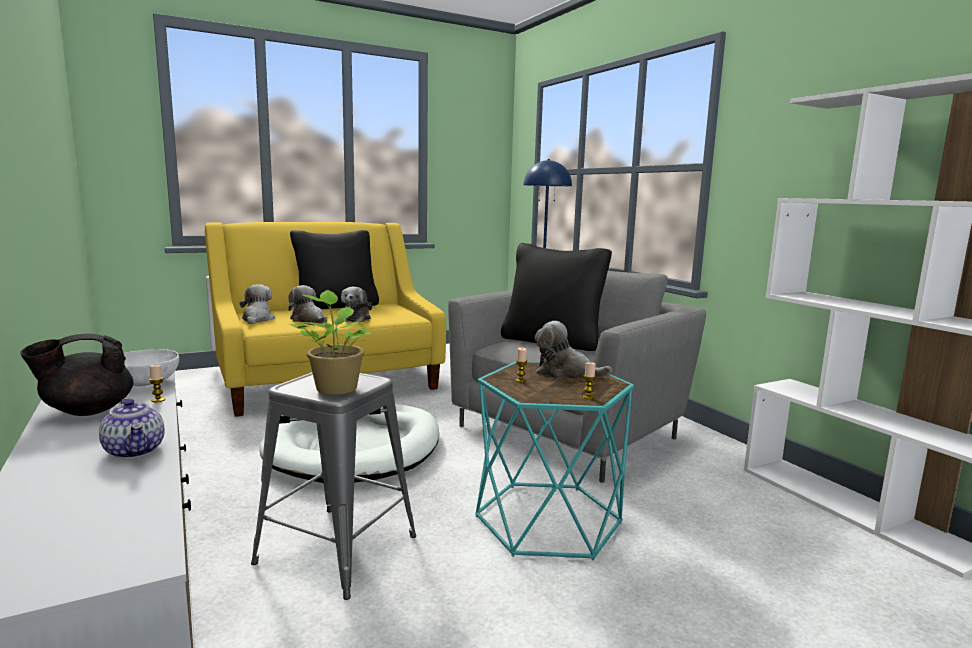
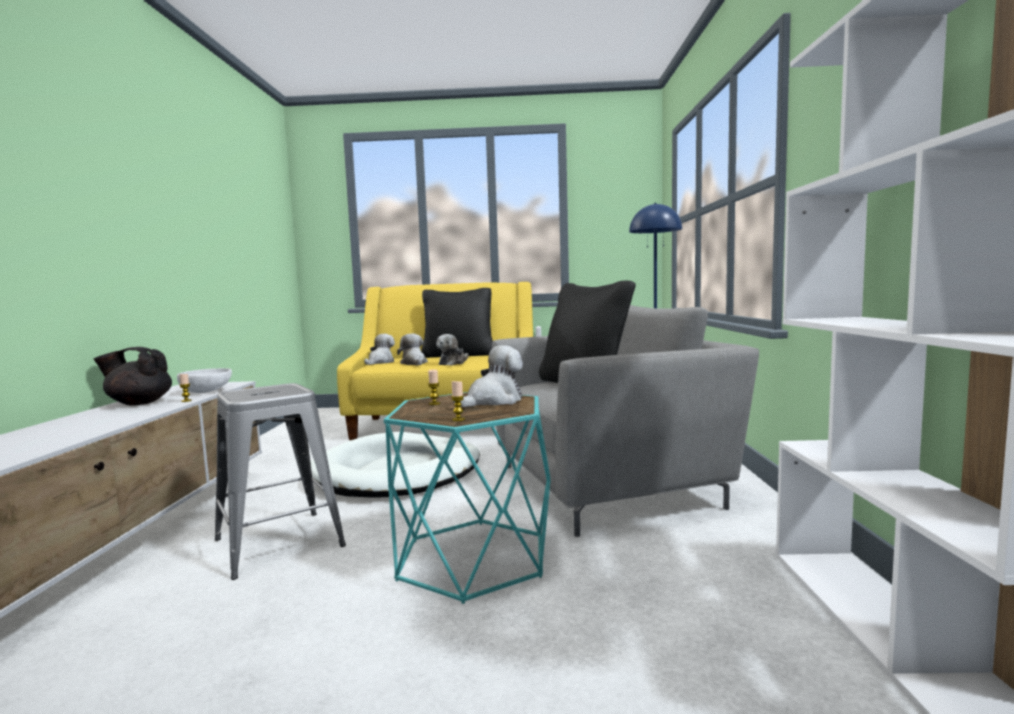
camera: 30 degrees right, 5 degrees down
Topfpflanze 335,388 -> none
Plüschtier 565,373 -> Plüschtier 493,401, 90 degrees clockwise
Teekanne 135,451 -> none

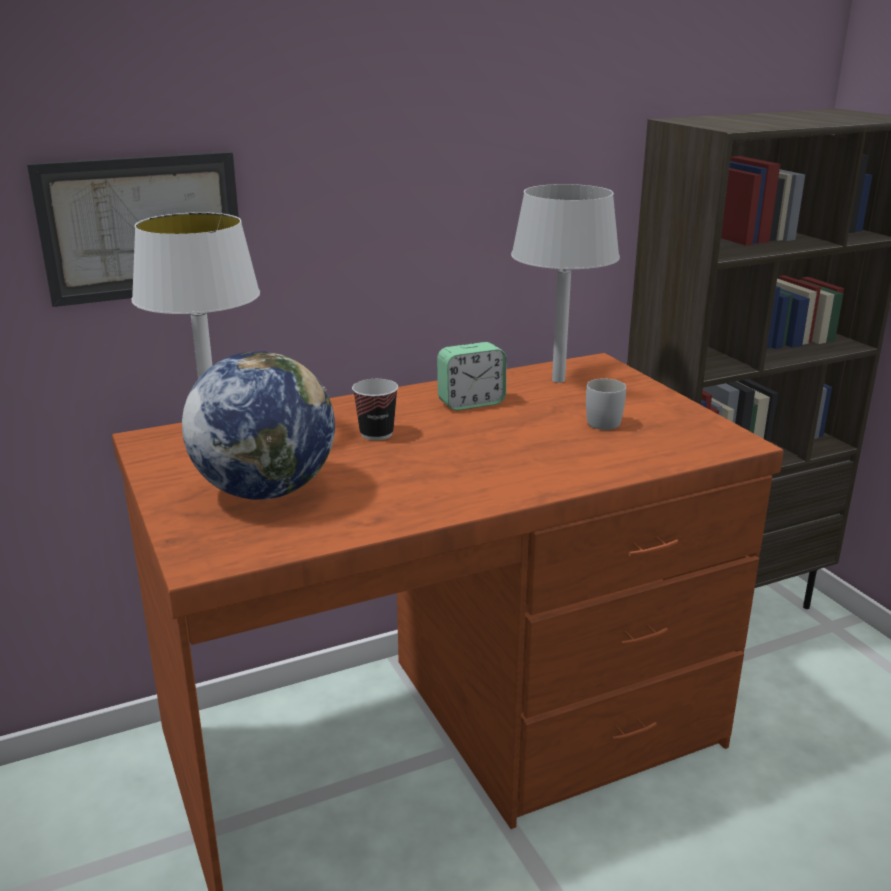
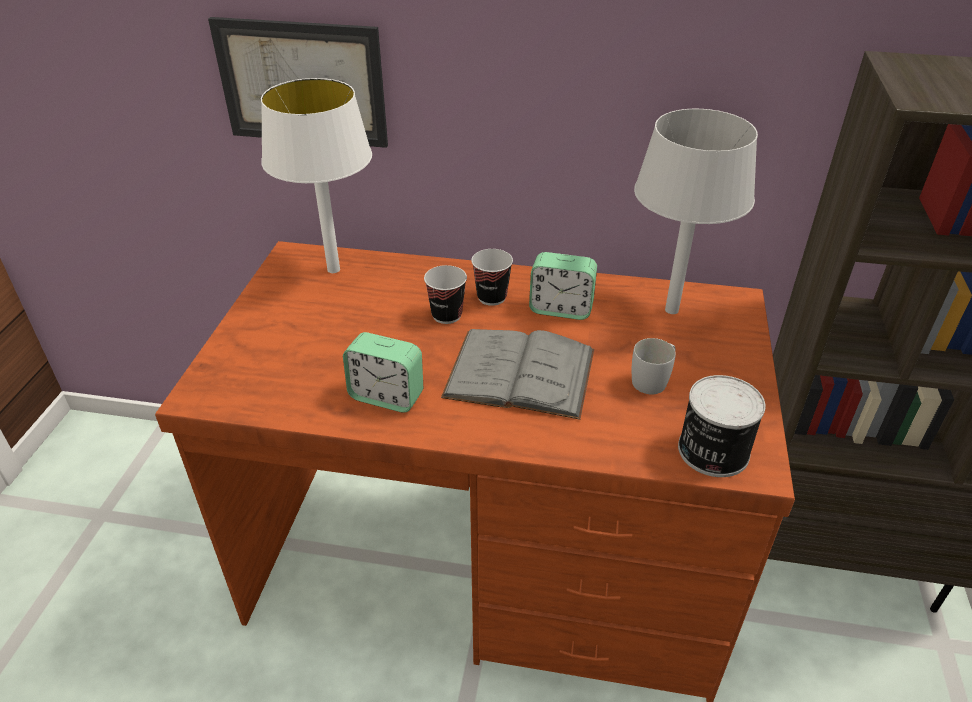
camera: 35 degrees right, 15 degrees up
Globus 265,490 -> none
none -> Tasse 491,297
none -> Buch (grau) 520,373
none -> Wecker 386,396
none -> Dose 711,451

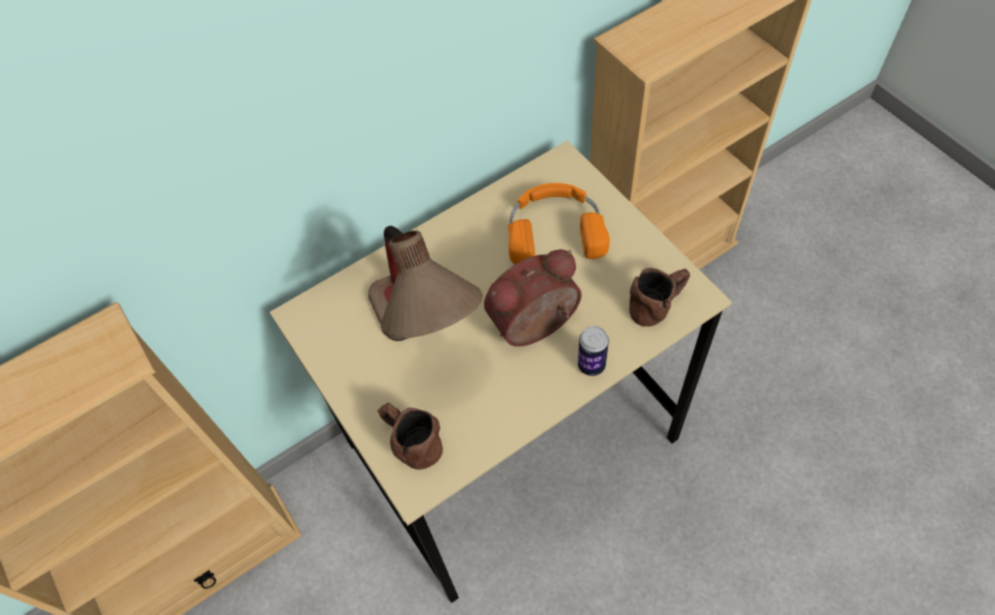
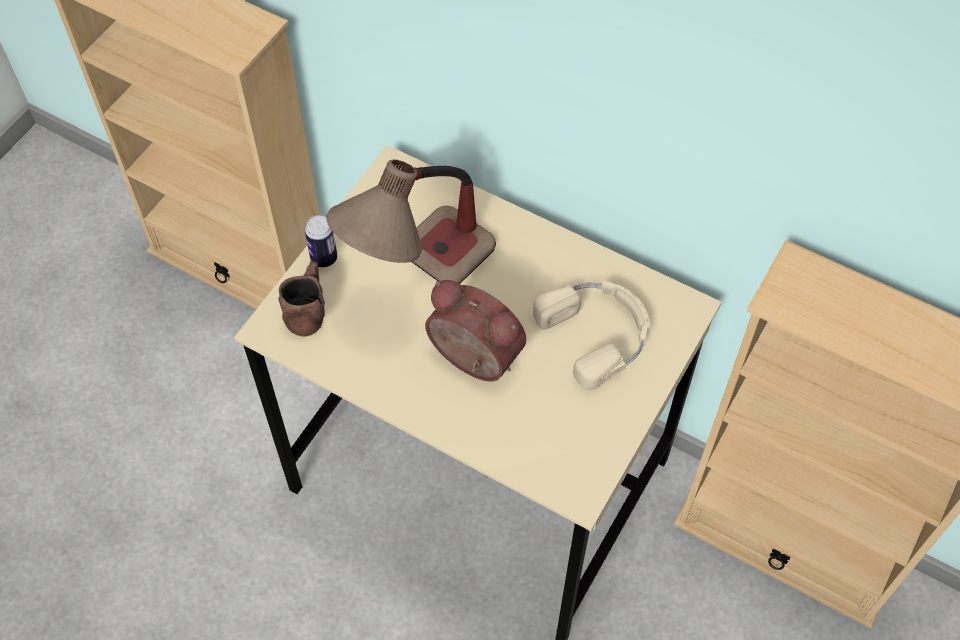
camera: 60 degrees right, 0 degrees up
Kopfhörer (orange) 554,228 -> Kopfhörer (beige) 597,333
Henkelbecher (braun) 658,304 -> none
Dose 591,365 -> Dose 324,258, moved

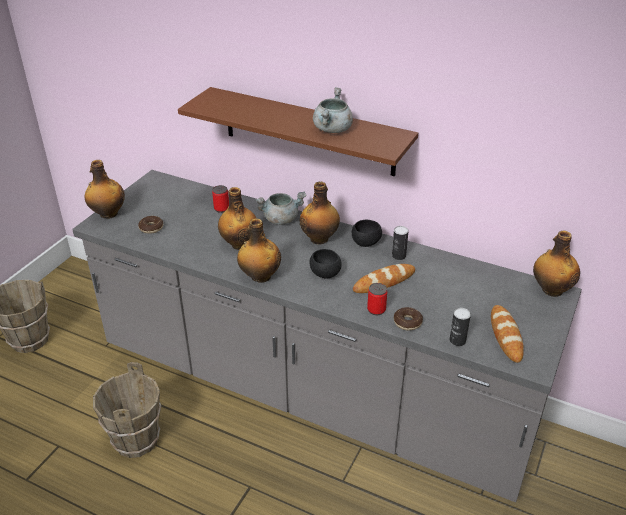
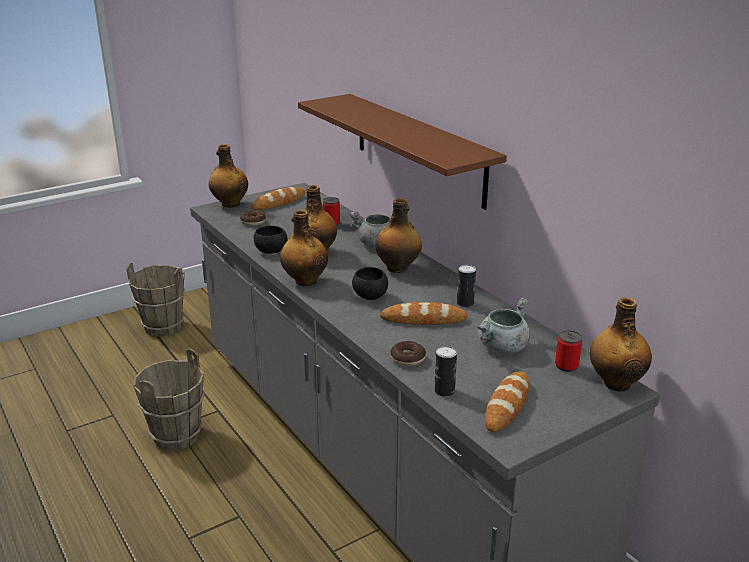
camera: 30 degrees right, 10 degrees down
Kochtopf (grau) 333,130 -> Kochtopf (grau) 502,347, moved
Schüssel (schwarz) 366,243 -> Schüssel (schwarz) 271,251, moved
Dose 376,309 -> Dose 566,366, moved
none -> Brot 279,202

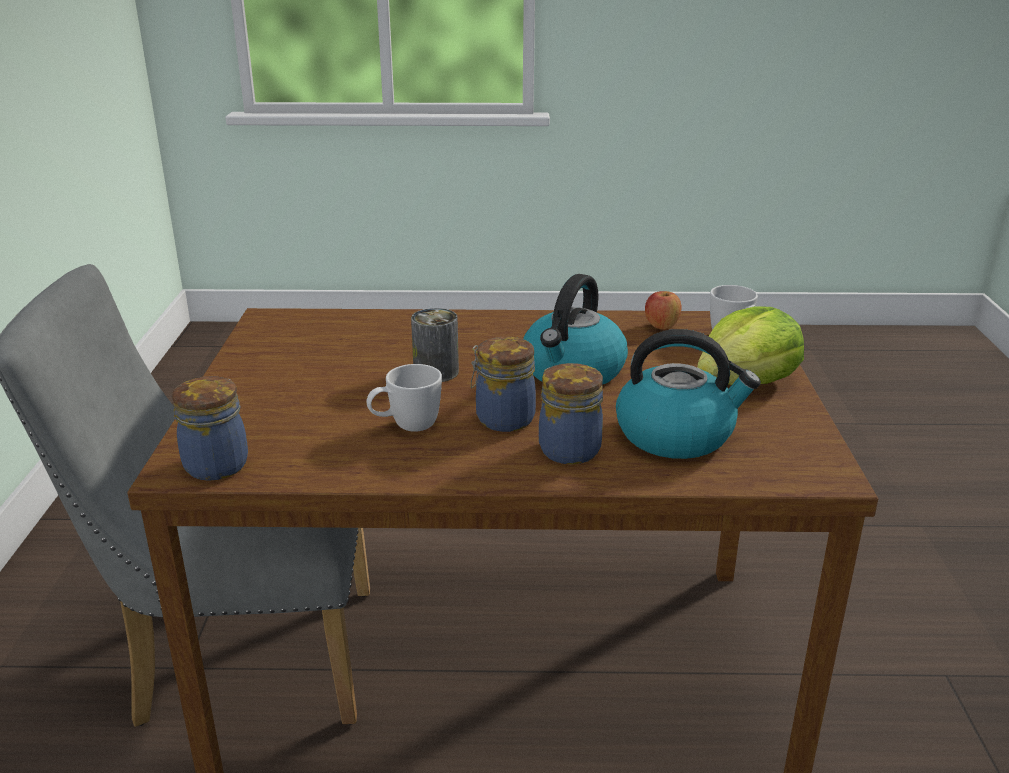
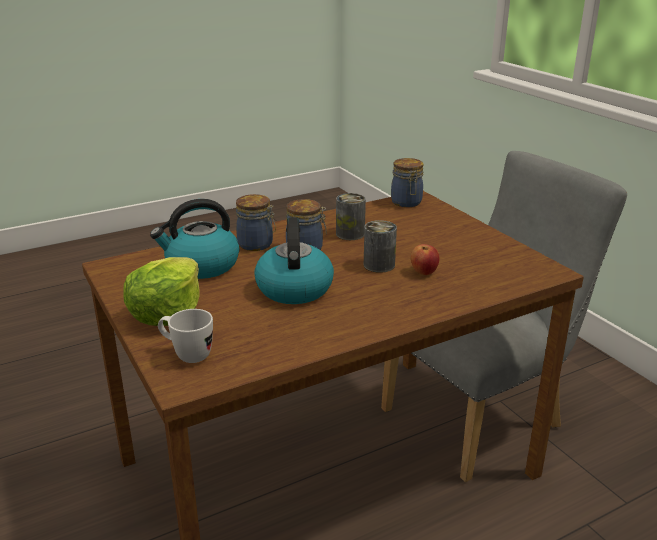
camera: 150 degrees right, 0 degrees up
Apfel 661,326 -> Apfel 424,272, moved
Henkelbecher (weiß) 406,427 -> Dose 350,234

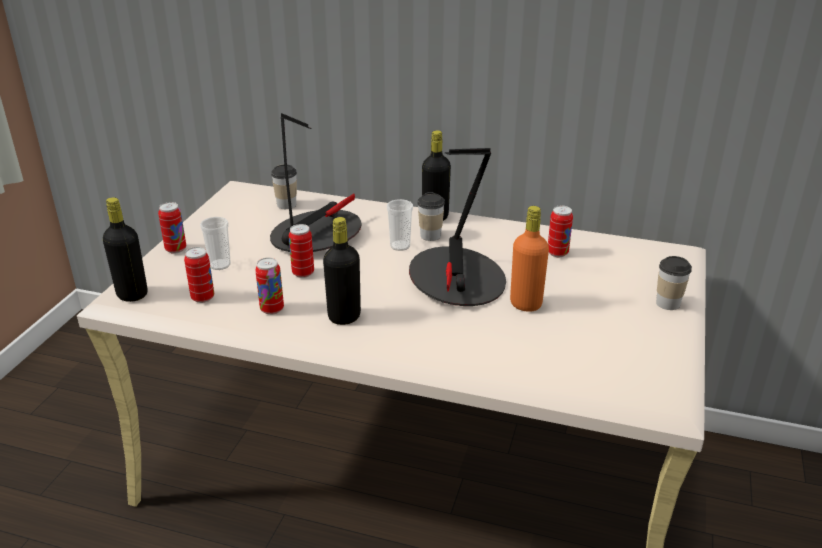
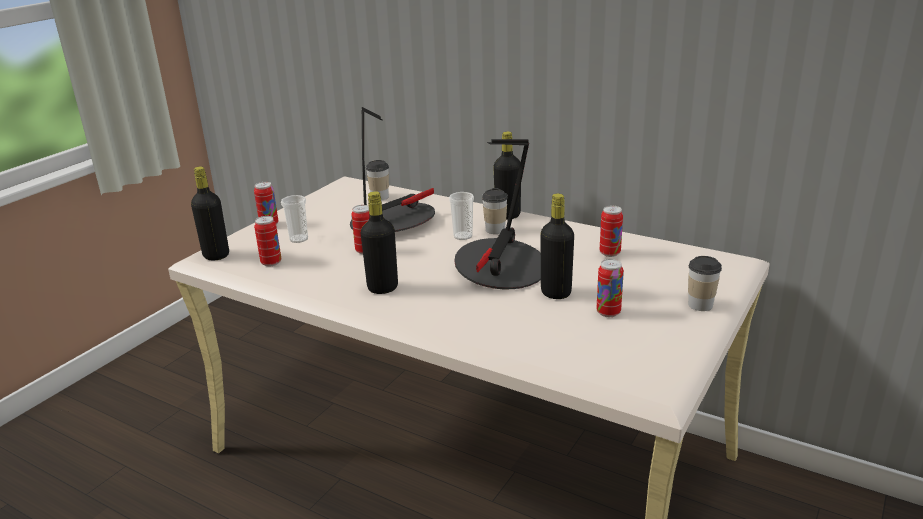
camera: 15 degrees right, 5 degrees down
Flasche (orange) 525,304 -> Flasche (schwarz) 556,293
Dose 272,309 -> Dose 608,312, moved

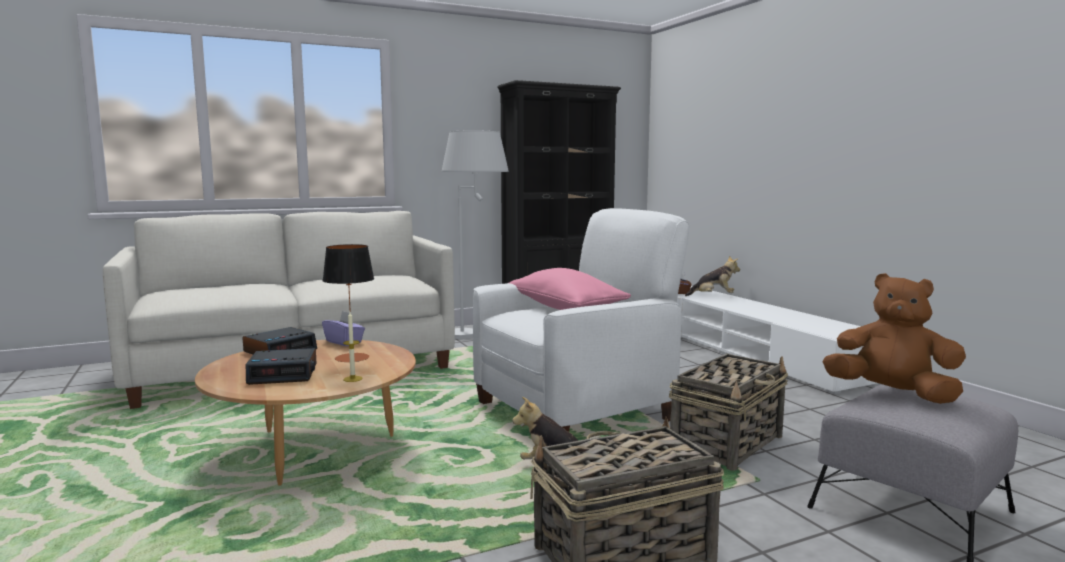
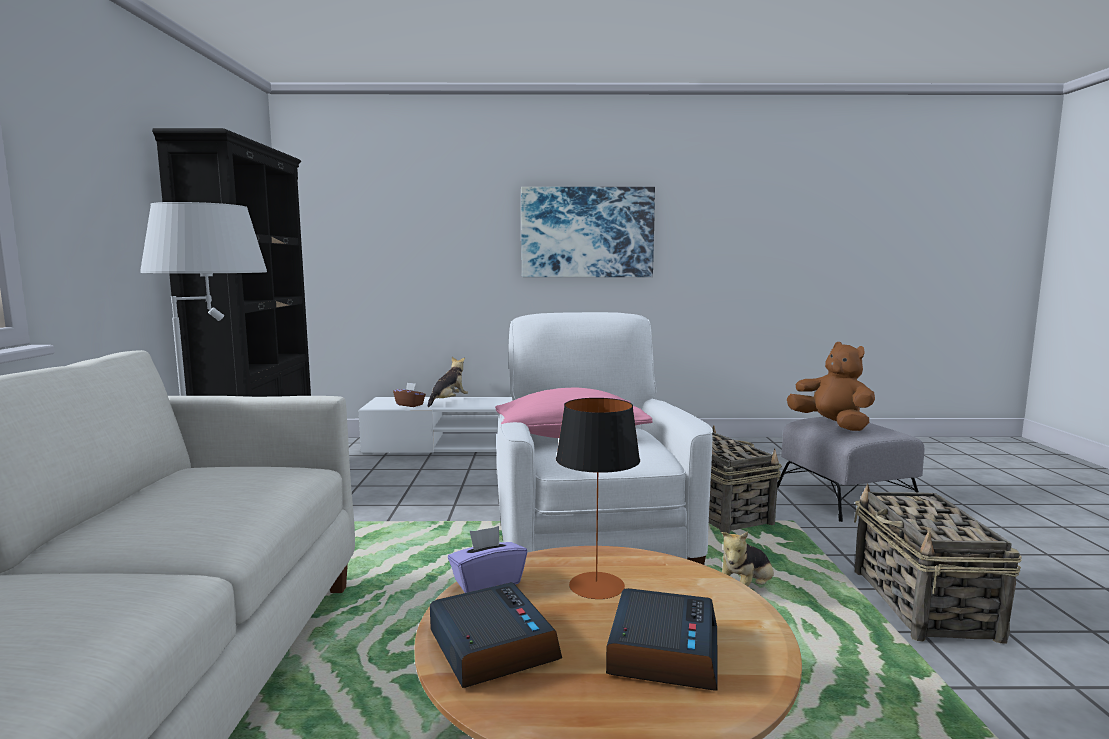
camera: 65 degrees left, 0 degrees up
Plüschtier (braun) 891,394 -> Plüschtier (braun) 832,425, 90 degrees clockwise
Kerze 353,379 -> none
none -> Bild 587,232

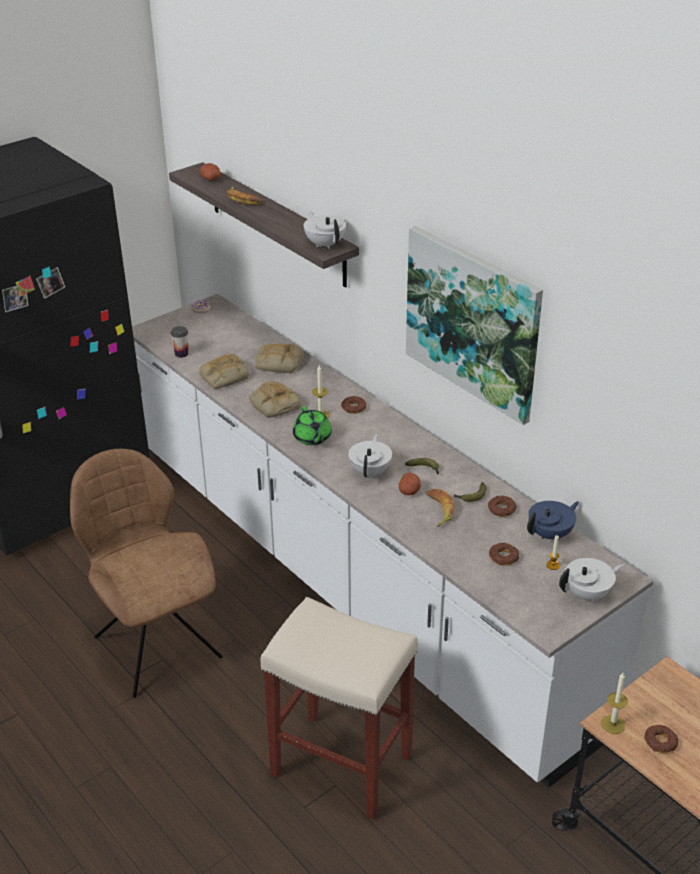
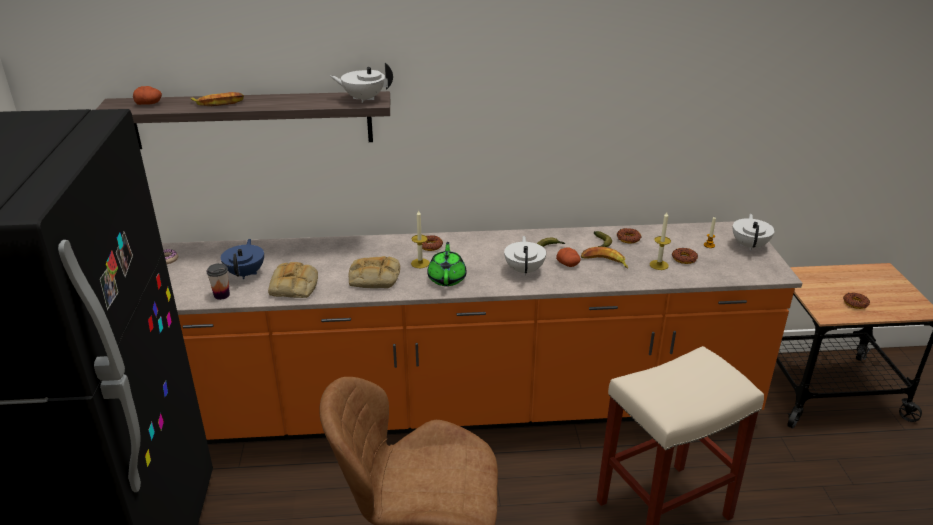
camera: 55 degrees left, 5 degrees down
Bild 473,322 -> none
Küchenzeile (weiß) 351,581 -> Küchenzeile (orange) 466,408
Brot 278,363 -> none
Teekanne (grün) 312,438 -> Teekanne (grün) 447,278, 105 degrees counterclockwise
Teekanne (weiß) 370,471 -> Teekanne (weiß) 524,270, 45 degrees clockwise
Teekanne (blau) 550,534 -> Teekanne (blau) 246,273, moved
Kerze 613,724 -> Kerze 659,265, moved

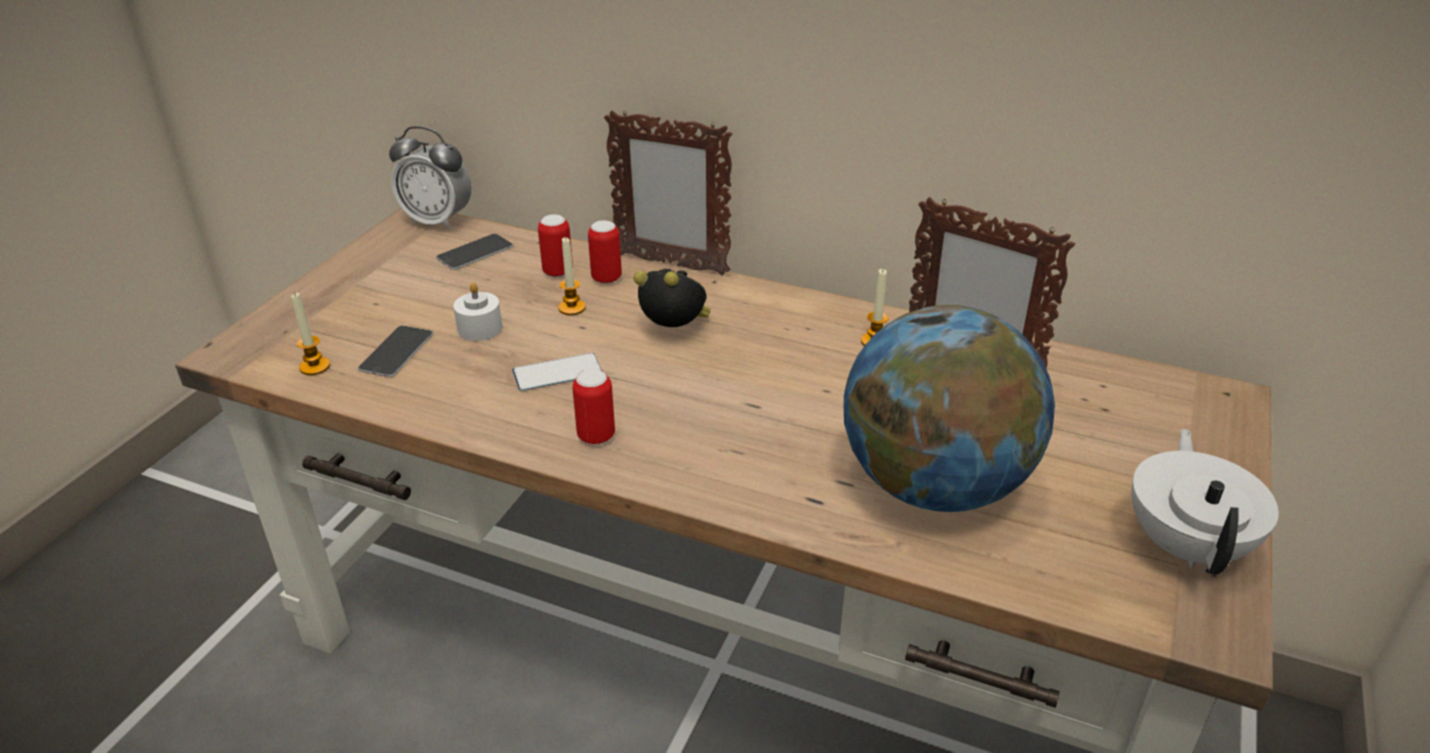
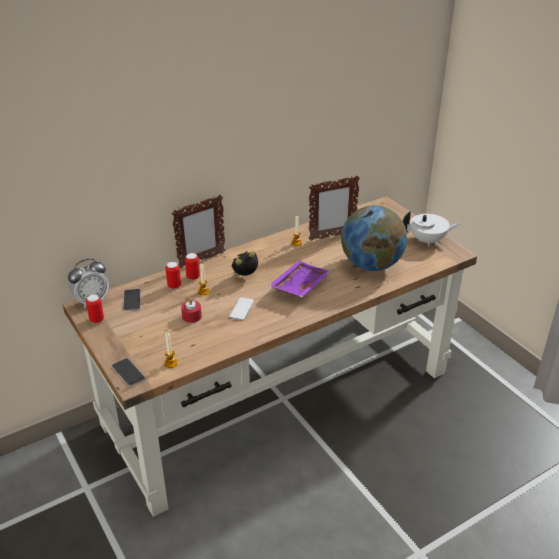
camera: 55 degrees left, 0 degrees up
Kerze (weiß) 480,328 -> Kerze (rot) 191,316
Handy 396,351 -> Handy 128,372, moved
Dose 596,436 -> Dose 97,320, moved
Teekanne (weiß) 1186,544 -> Teekanne (weiß) 428,241, 135 degrees clockwise
none -> Tablett (lila) 298,285

